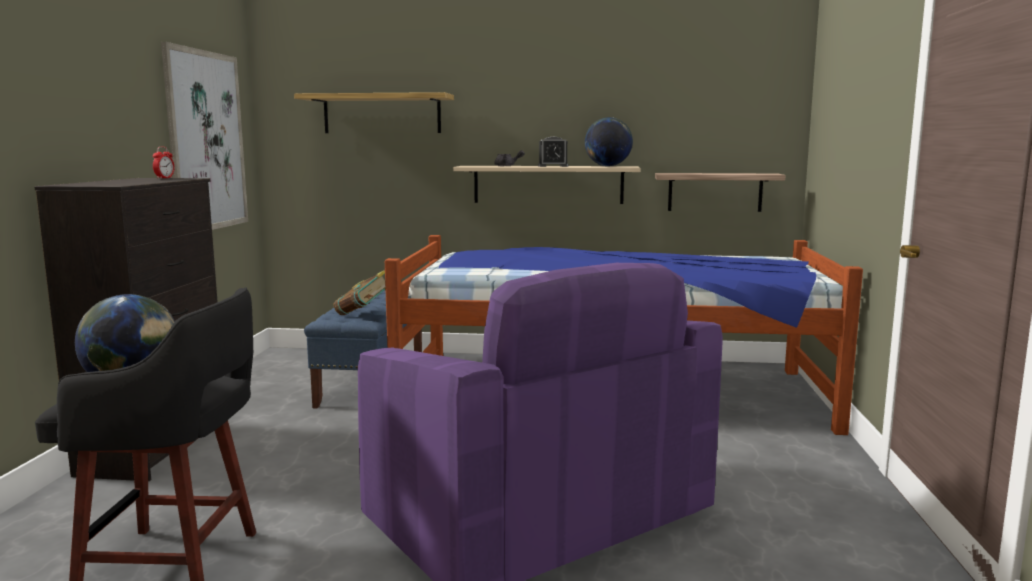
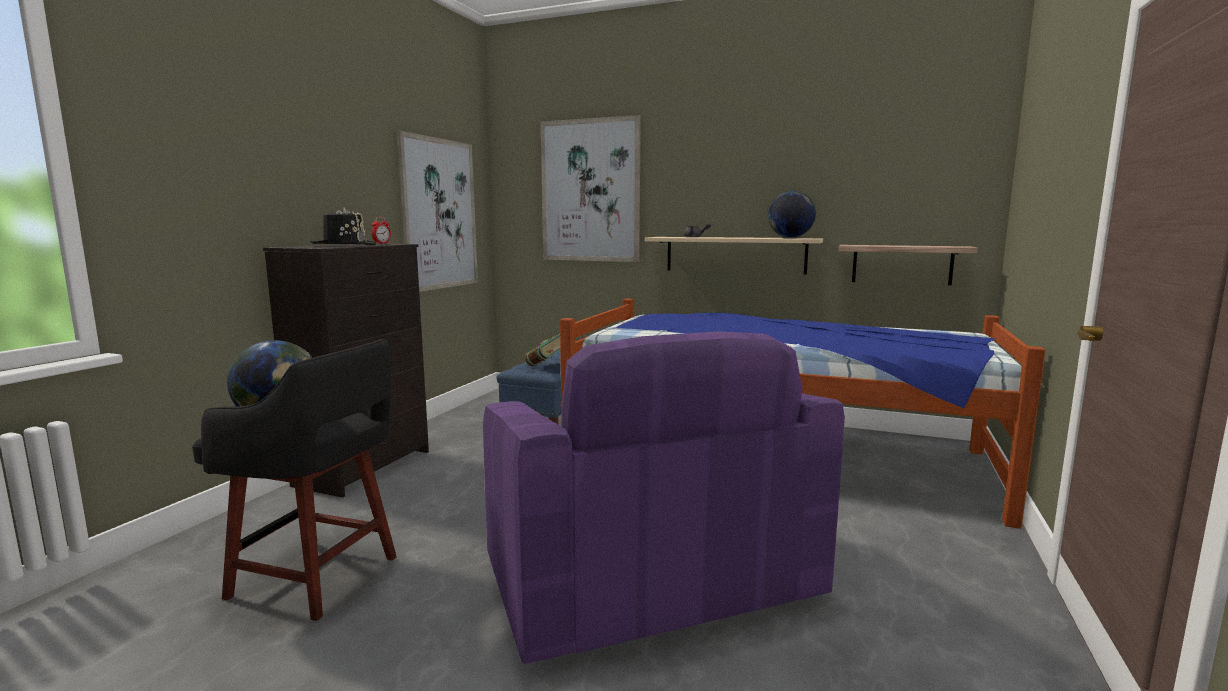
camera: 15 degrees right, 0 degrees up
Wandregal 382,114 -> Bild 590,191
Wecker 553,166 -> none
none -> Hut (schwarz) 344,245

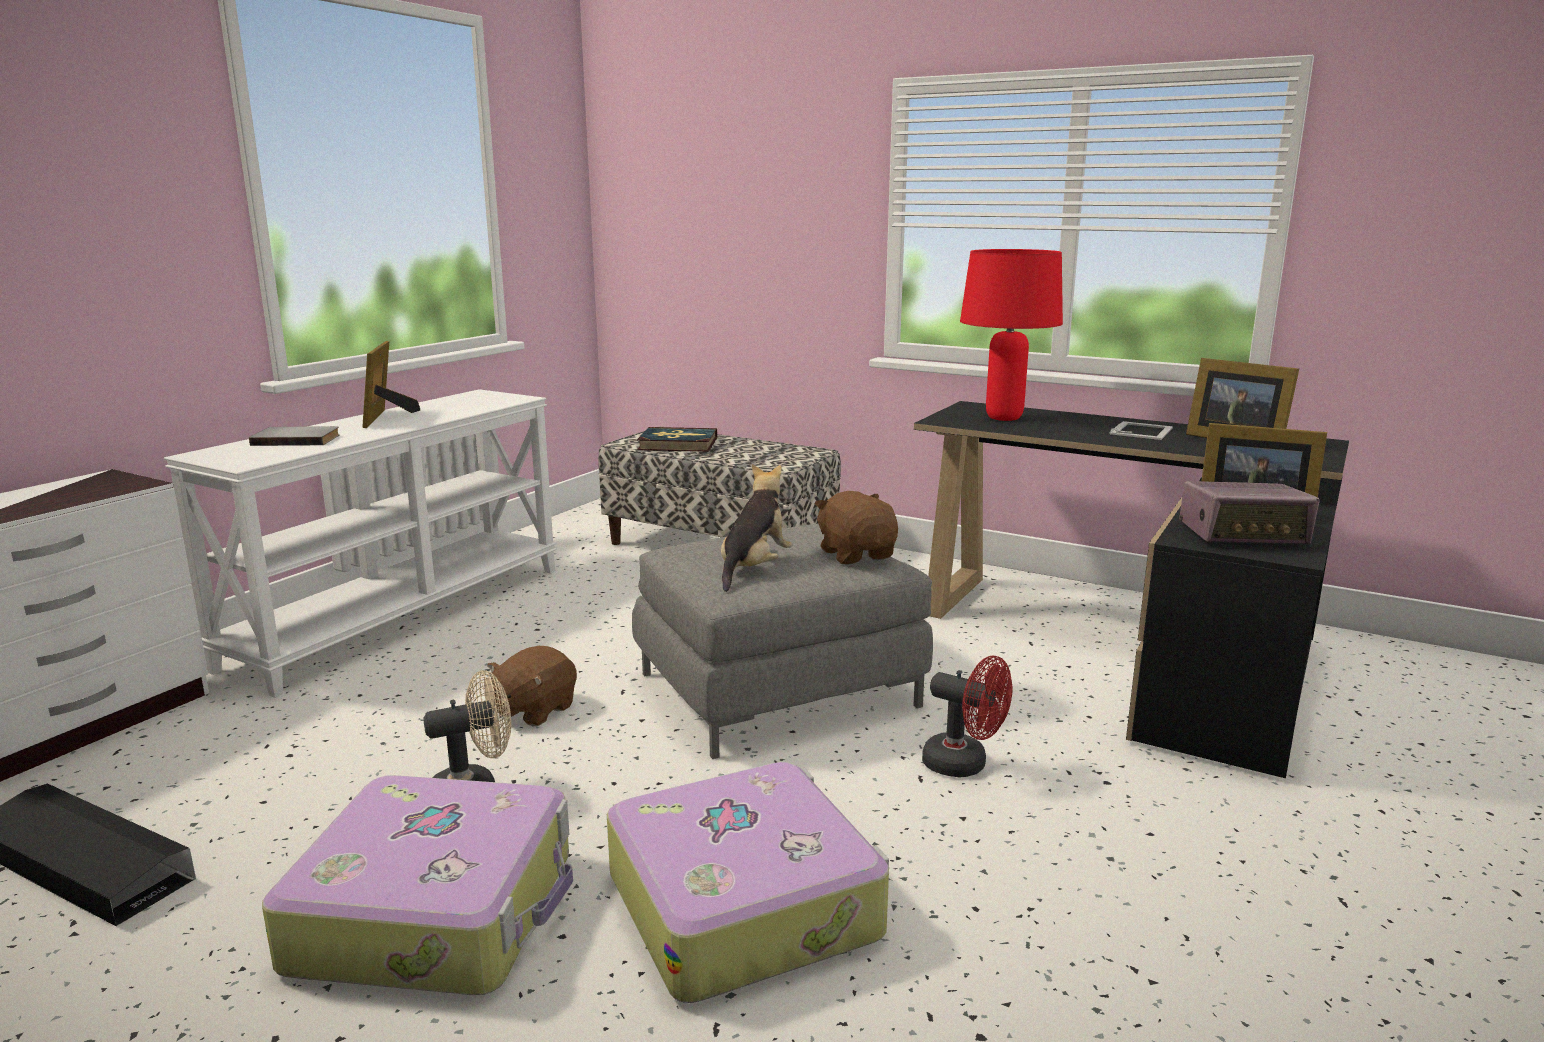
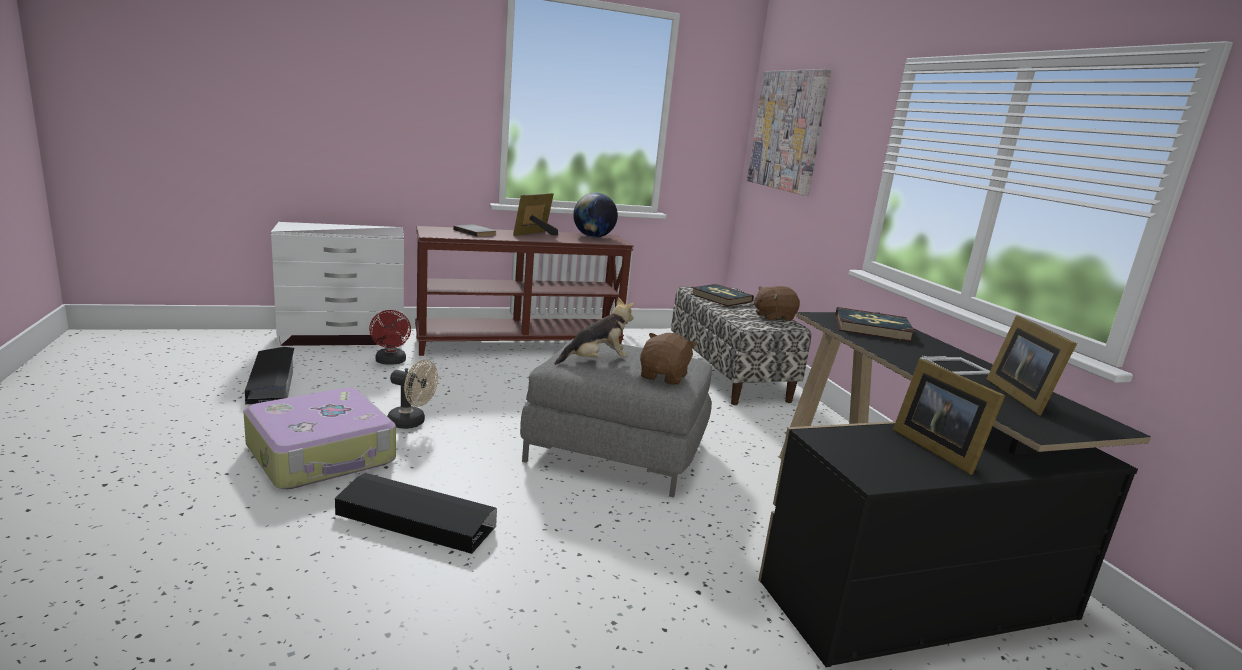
camera: 40 degrees right, 0 degrees up
Tischlampe (rot) 1005,418 -> Buch 872,328
Konsolentisch (weiß) 401,615 -> Konsolentisch (braun) 520,344
Radio 1243,535 -> none
Plüschtier (braun) 534,710 -> Plüschtier (braun) 773,317, moved
Ventilator (rot) 964,765 -> Ventilator (rot) 390,362, moved
Koffer 745,903 -> Aufbewahrungsbox (schwarz) 415,521
none -> Bild 788,130
none -> Globus 593,237

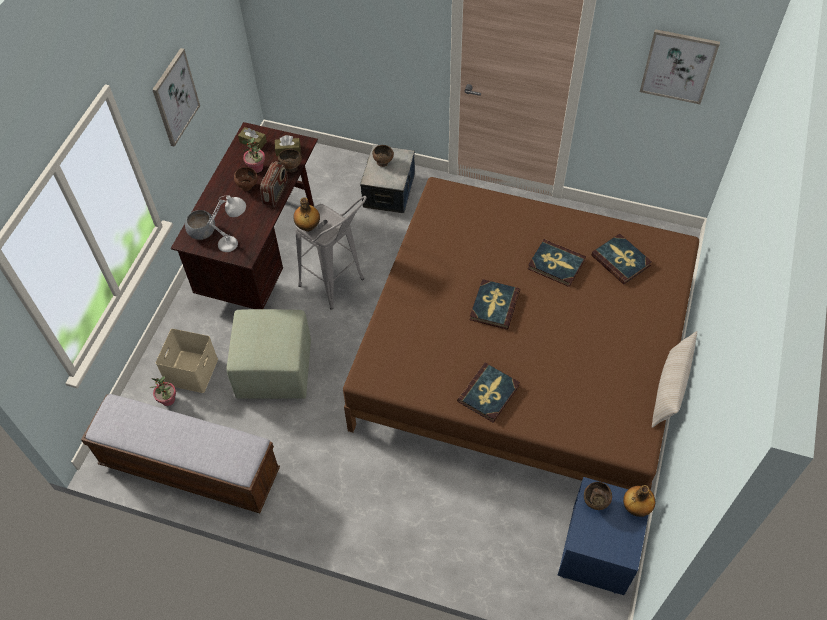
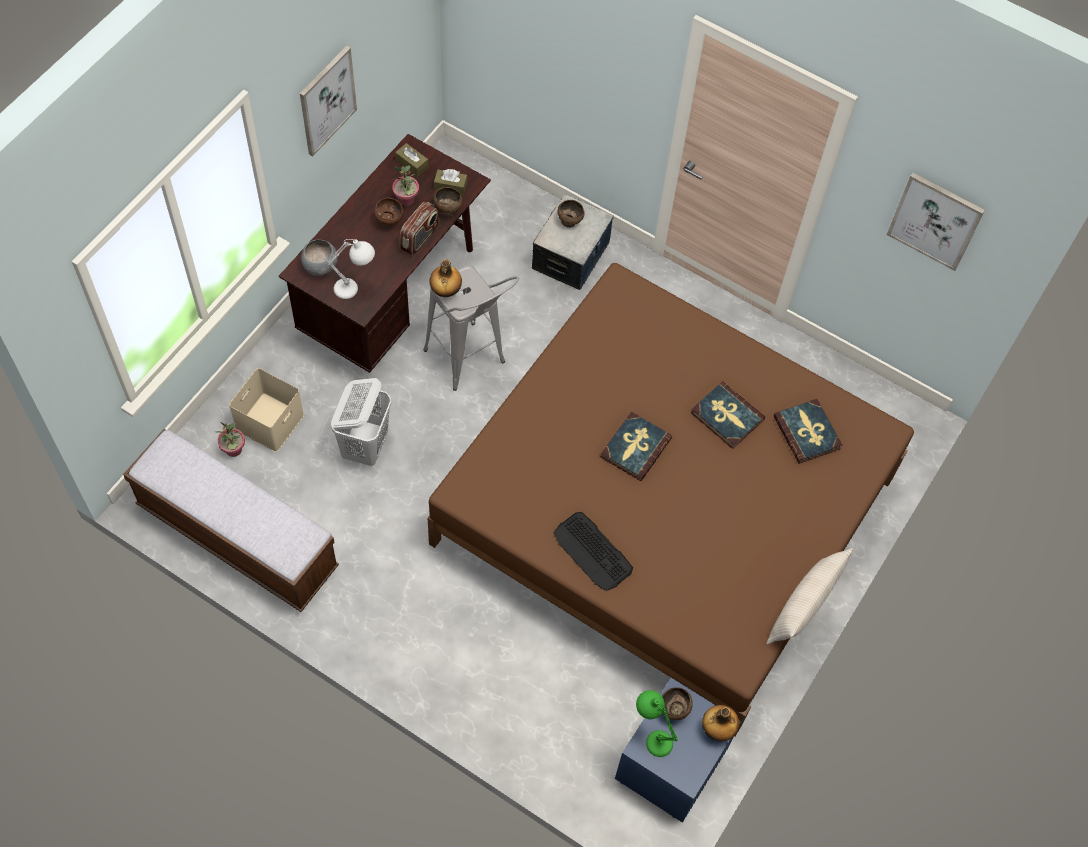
camera: 10 degrees right, 5 degrees up
Polsterhocker (grün) 274,369 -> Wäschekorb (weiß) 365,446
Buch 489,394 -> Tastatur 593,552
none -> Tischlampe (grün) 651,735

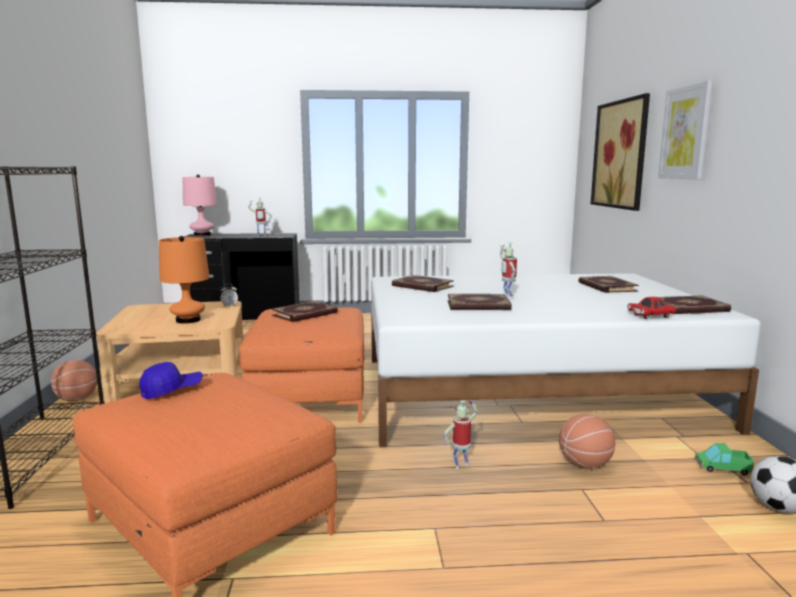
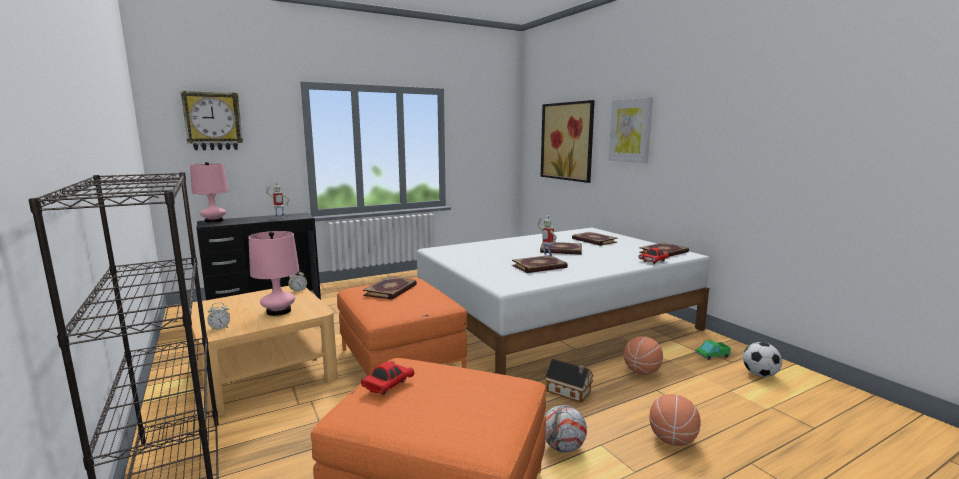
camera: 25 degrees left, 0 degrees up
Tischlampe (orange) 188,320 -> Tischlampe (rosa) 279,311
Buch 422,286 -> Buch 561,250, moved
Basketball 77,399 -> Basketball 672,440, moved
Kappe (blau) 172,390 -> Spielzeugauto (rot) 387,385
Spielzeugroboter 461,465 -> Spielzeughaus 570,392
none -> Wanduhr 213,121
none -> Wecker 220,328
none -> Fußball 563,447

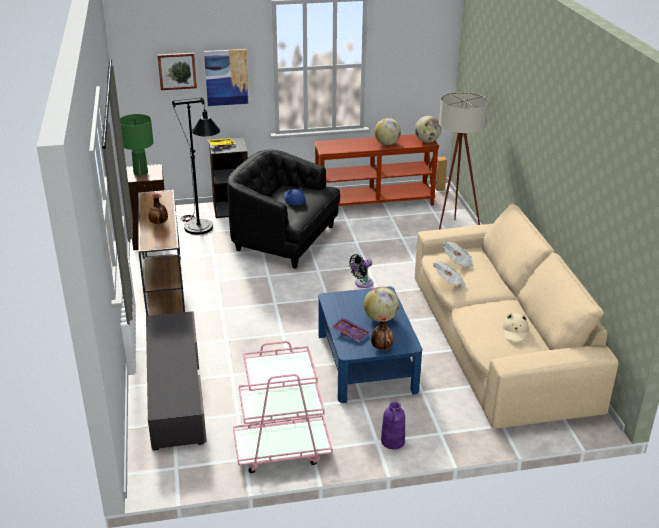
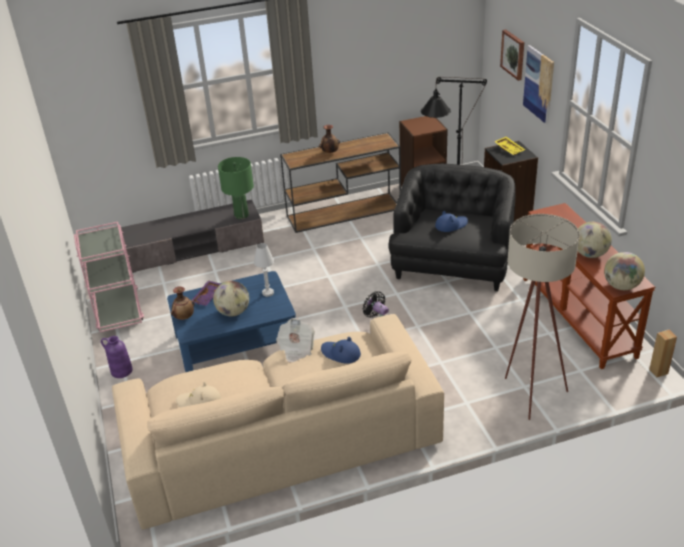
camera: 85 degrees right, 5 degrees up
Tischlampe (grün) 140,173 -> Tischlampe (grün) 241,215, moved
Zeitung 458,263 -> Hut (blau) 341,353
none -> Tischlampe (weiß) 268,293

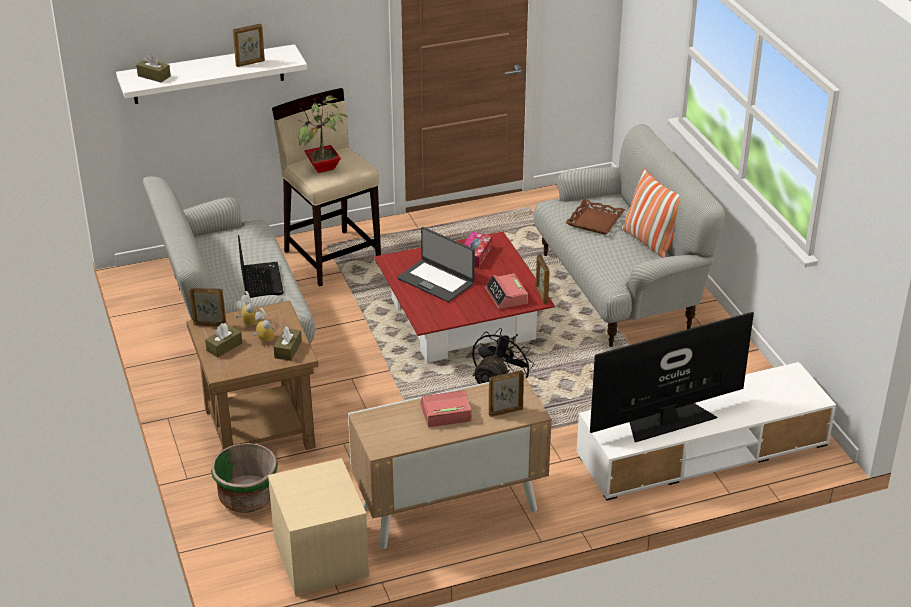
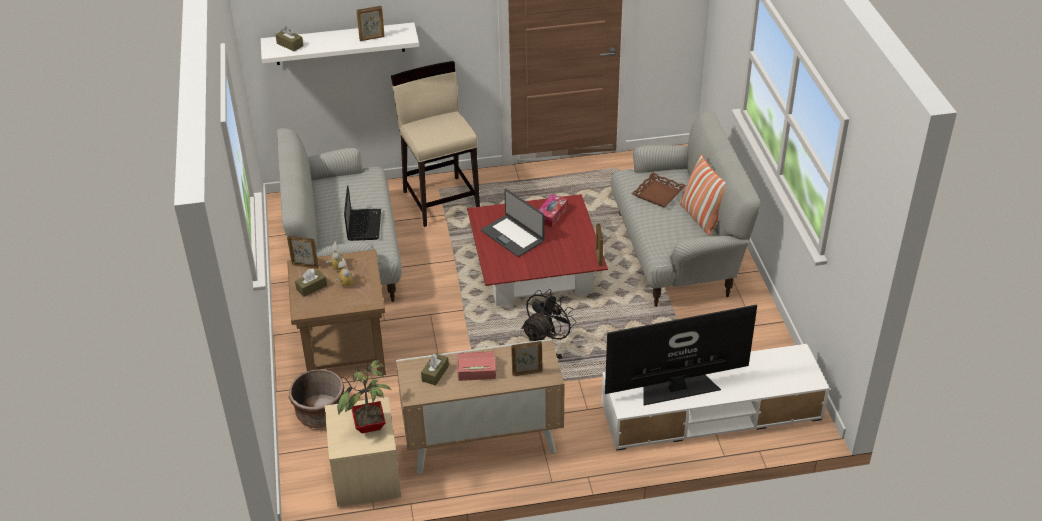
camera: 10 degrees right, 5 degrees up
Topfpflanze 323,168 -> Topfpflanze 370,427, moved
Wecker 506,296 -> none
Taschentuchbox (braun) 288,350 -> Taschentuchbox (braun) 435,373, moved
Pflanzkübel (grün) 247,497 -> Pflanzkübel (braun) 320,414

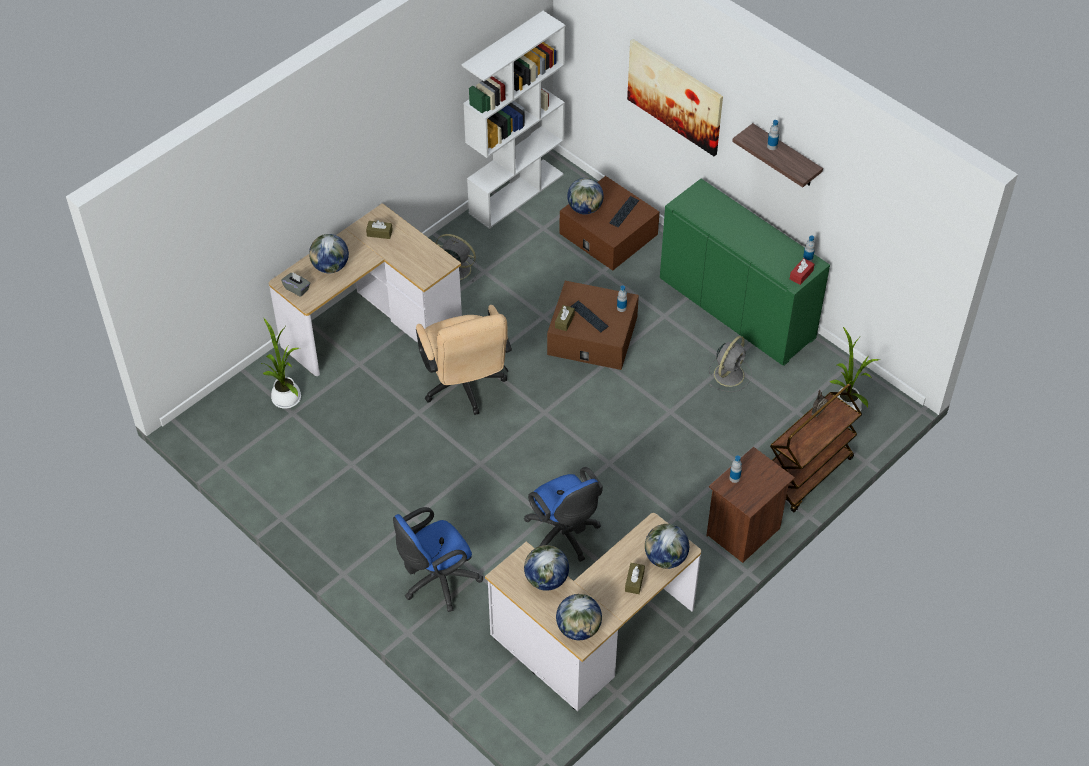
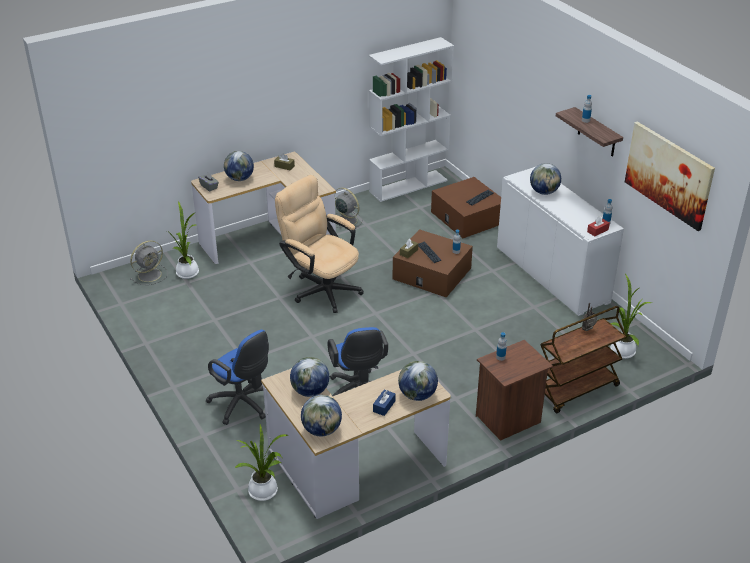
camera: 15 degrees right, 15 degrees down
Bild 675,96 -> Bild 668,174, moved
Globus 585,208 -> Globus 544,192, moved
Schrank (grün) 736,308 -> Schrank (weiß) 551,275
Bürostuhl (beige) 465,387 -> Bürostuhl (beige) 321,288, 135 degrees clockwise
Ventilator (grau) 729,373 -> Ventilator (grau) 150,274, moved
Bürostuhl (blau) 437,581 -> Bürostuhl (blau) 243,405, 120 degrees counterclockwise
Taschentuchbox (braun) 634,581 -> Taschentuchbox (blau) 384,406
none -> Topfpflanze 265,492

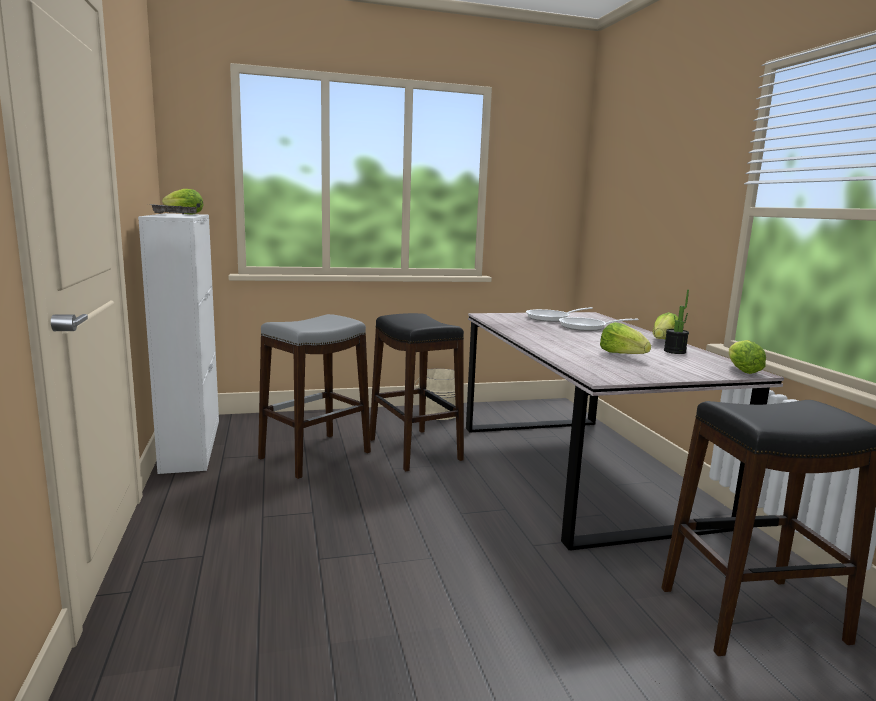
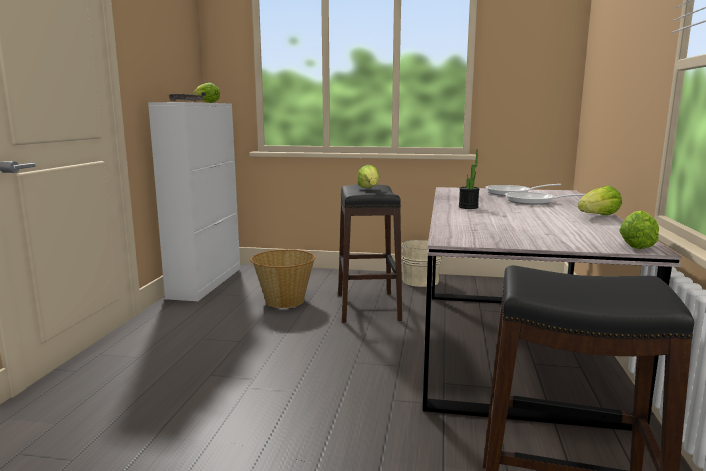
camera: 25 degrees right, 0 degrees up
Topfpflanze 674,351 -> Topfpflanze 468,207, moved
Hocker (grau) 315,455 -> Korb 284,300
Salatkopf 622,355 -> Salatkopf 369,189, moved

